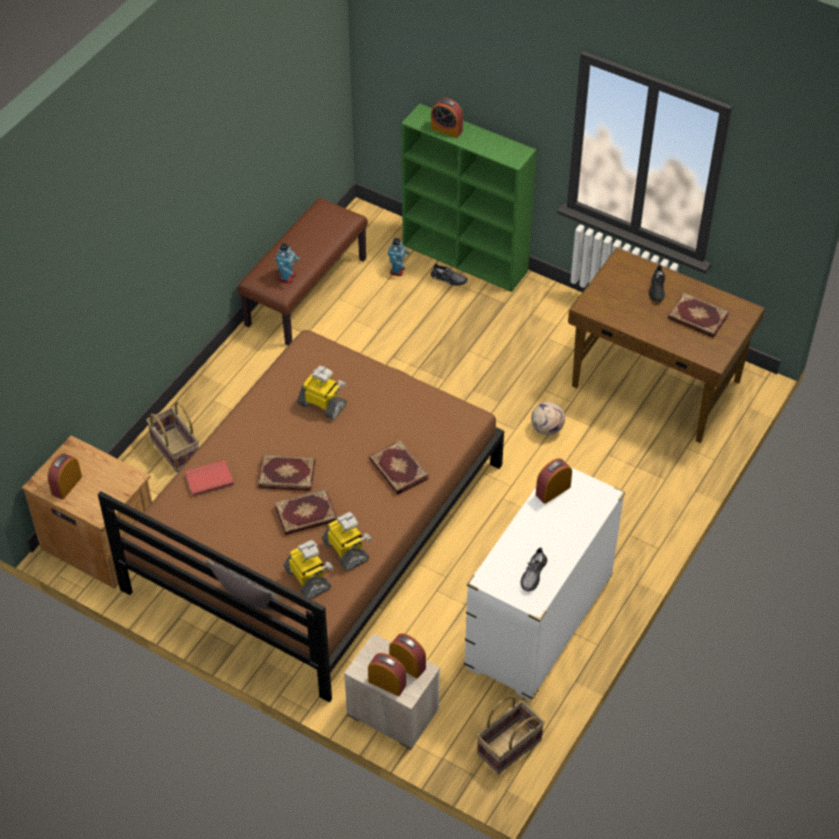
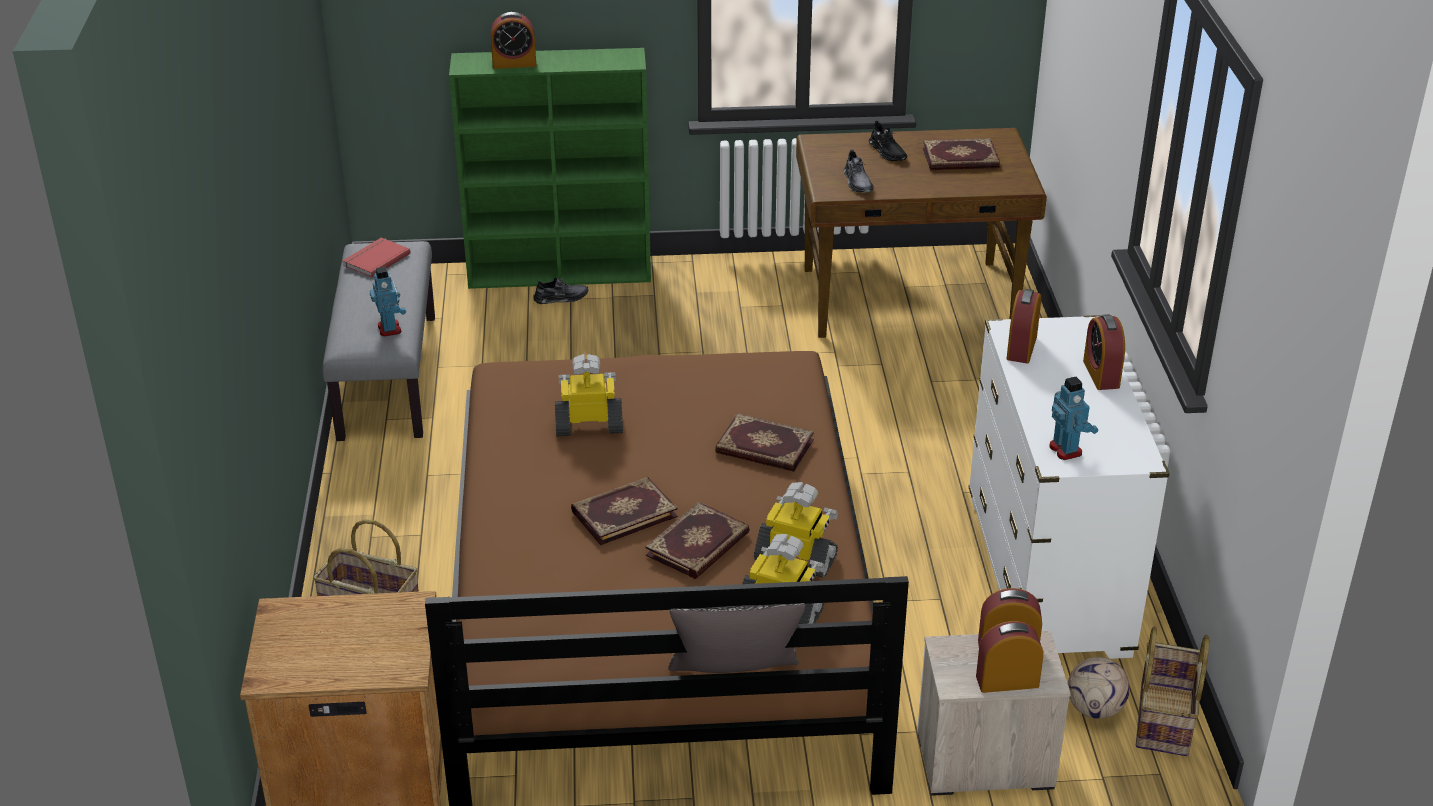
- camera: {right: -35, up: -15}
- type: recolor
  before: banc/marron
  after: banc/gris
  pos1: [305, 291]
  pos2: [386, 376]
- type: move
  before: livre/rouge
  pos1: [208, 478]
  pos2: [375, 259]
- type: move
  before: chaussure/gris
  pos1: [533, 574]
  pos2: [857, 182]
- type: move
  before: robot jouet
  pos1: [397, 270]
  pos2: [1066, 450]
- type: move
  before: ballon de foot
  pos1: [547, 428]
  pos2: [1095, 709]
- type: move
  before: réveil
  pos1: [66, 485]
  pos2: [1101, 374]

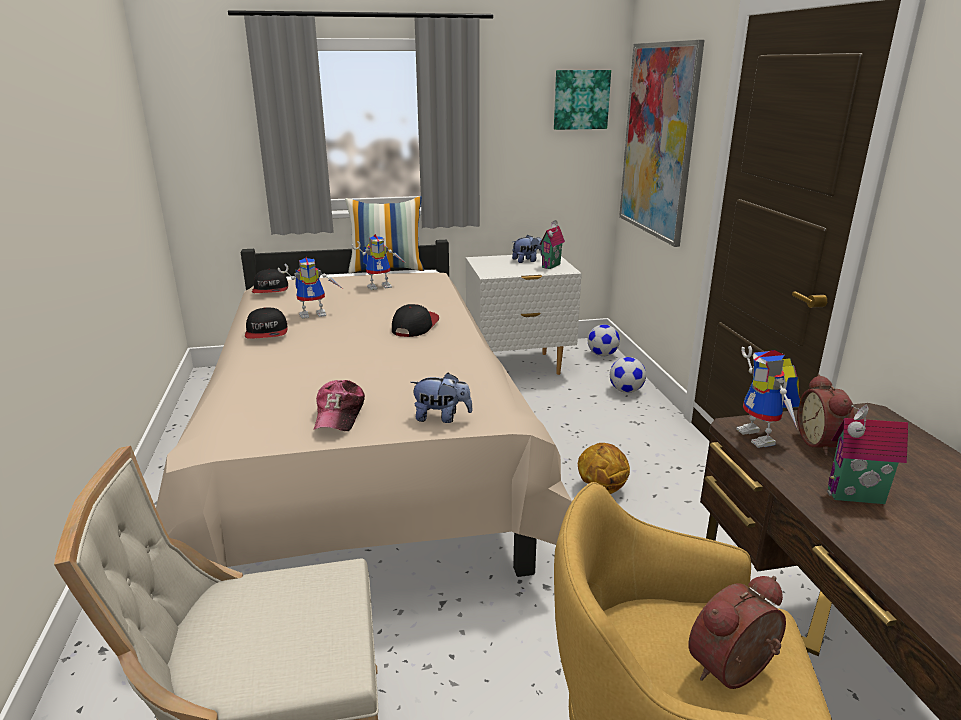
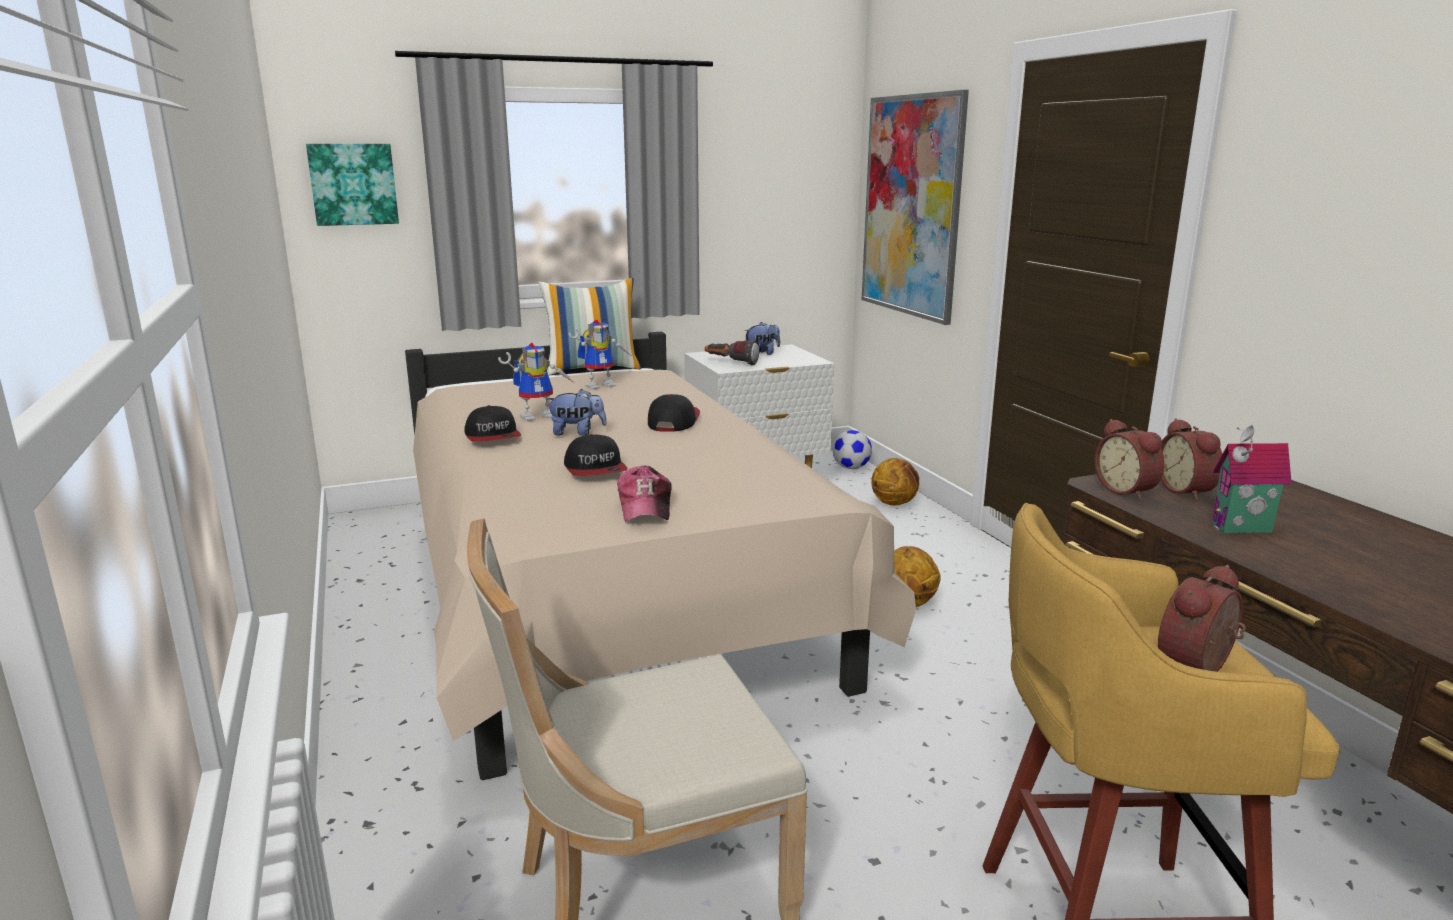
- camera: {right: -10, up: -5}
- type: move
  before: tableau
  pos1: [581, 99]
  pos2: [353, 184]
- type: move
  before: peluche
  pos1: [441, 417]
  pos2: [577, 433]
- type: move
  before: casquette
  pos1: [271, 290]
  pos2: [596, 469]
- type: insert
  after: lampe de poche
  pos2: [731, 363]
- type: replace
  before: ballon de foot
  after: ballon de basket
  pos1: [626, 391]
  pos2: [894, 503]
- type: replace
  before: robot jouet
  after: réveil
  pos1: [763, 438]
  pos2: [1127, 490]
- type: delete
  before: maison miniature
  pos1: [552, 266]

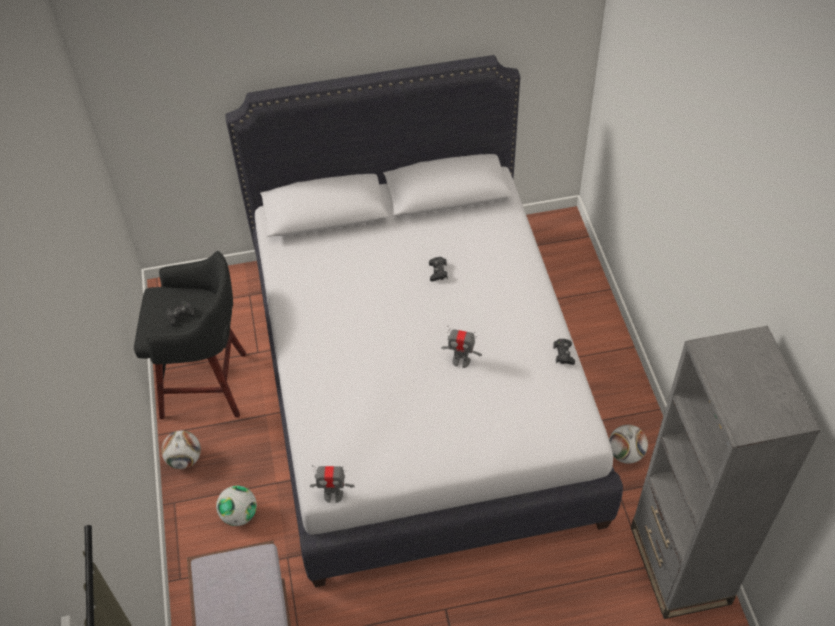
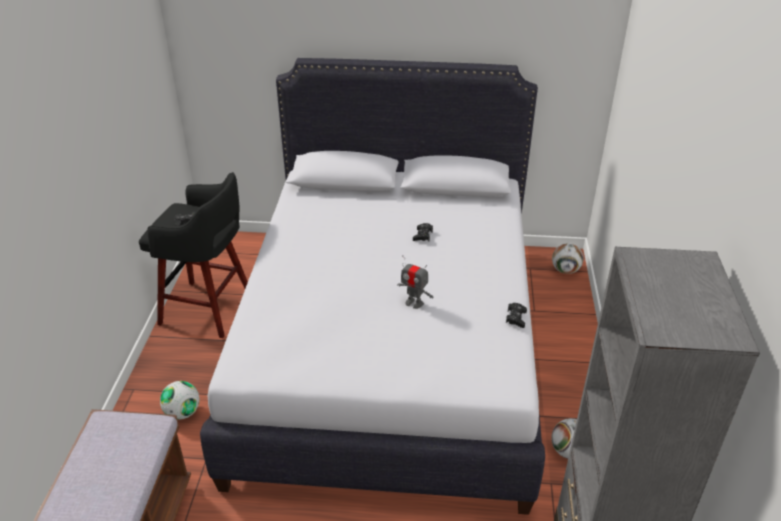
- camera: {right: 15, up: -15}
- type: move
  before: ballon de foot
  pos1: [185, 459]
  pos2: [565, 270]
- type: delete
  before: robot jouet
  pos1: [333, 495]

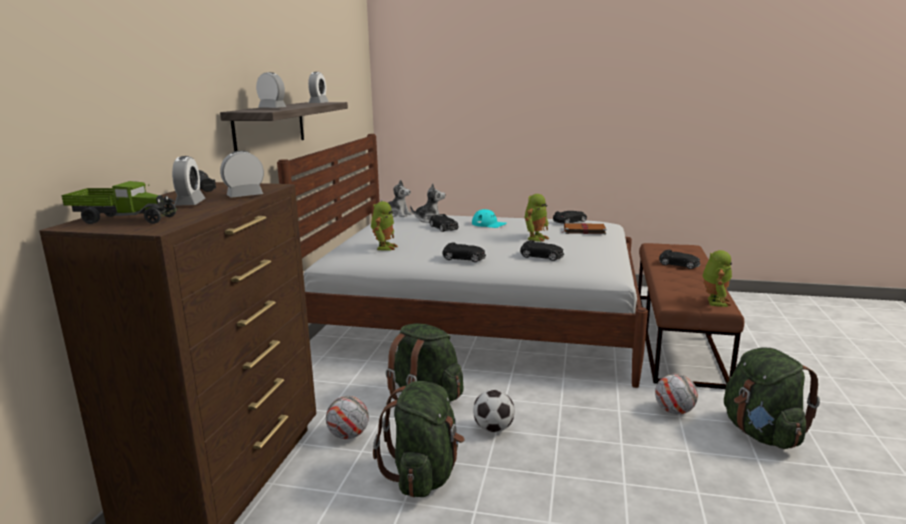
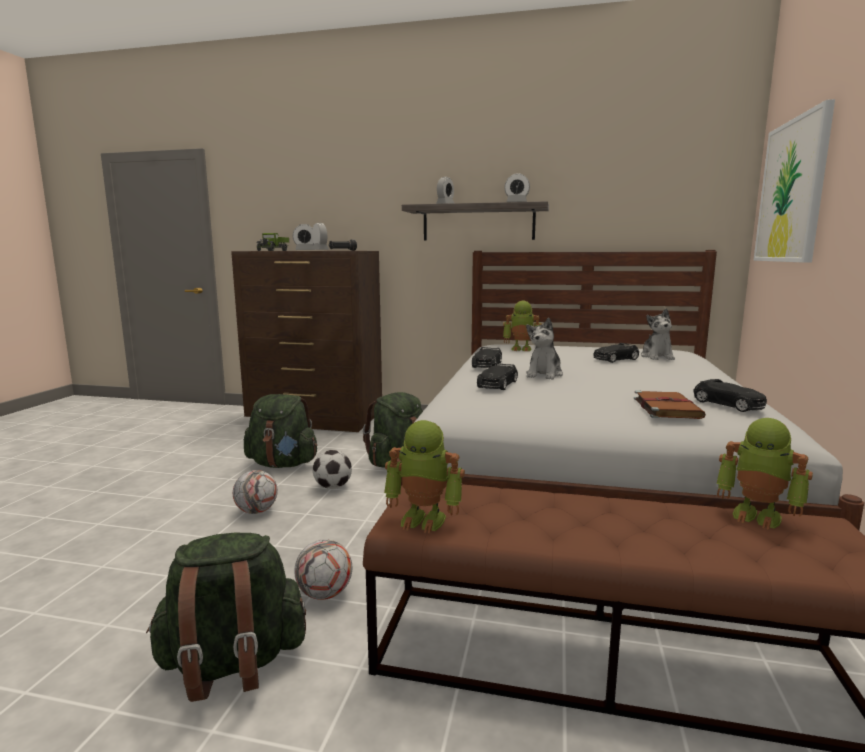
- camera: {right: 90, up: -5}
- type: move
  before: ballon de foot
  pos1: [348, 435]
  pos2: [257, 511]
- type: move
  before: peluche
  pos1: [398, 215]
  pos2: [544, 374]
- type: move
  before: robot jouet
  pos1: [535, 238]
  pos2: [758, 515]
- type: insert
  after: tableau
  pos2: [792, 191]
- type: delete
  before: casquette/turquoise
  pos1: [489, 224]
- type: delete
  before: petite voiture/noir
  pos1: [679, 264]

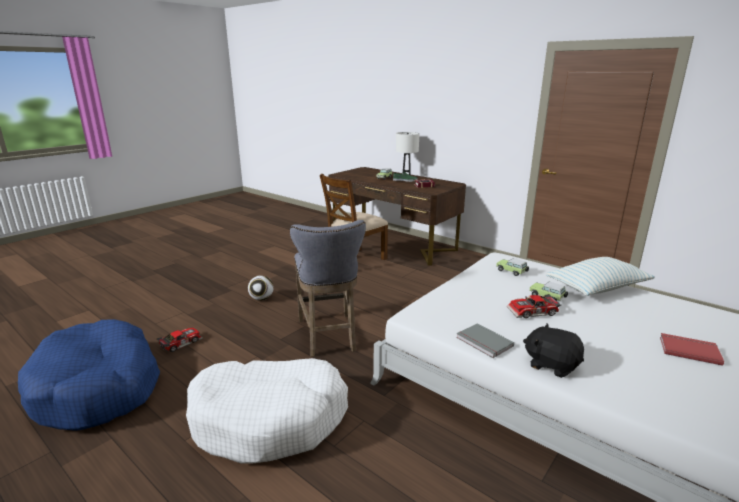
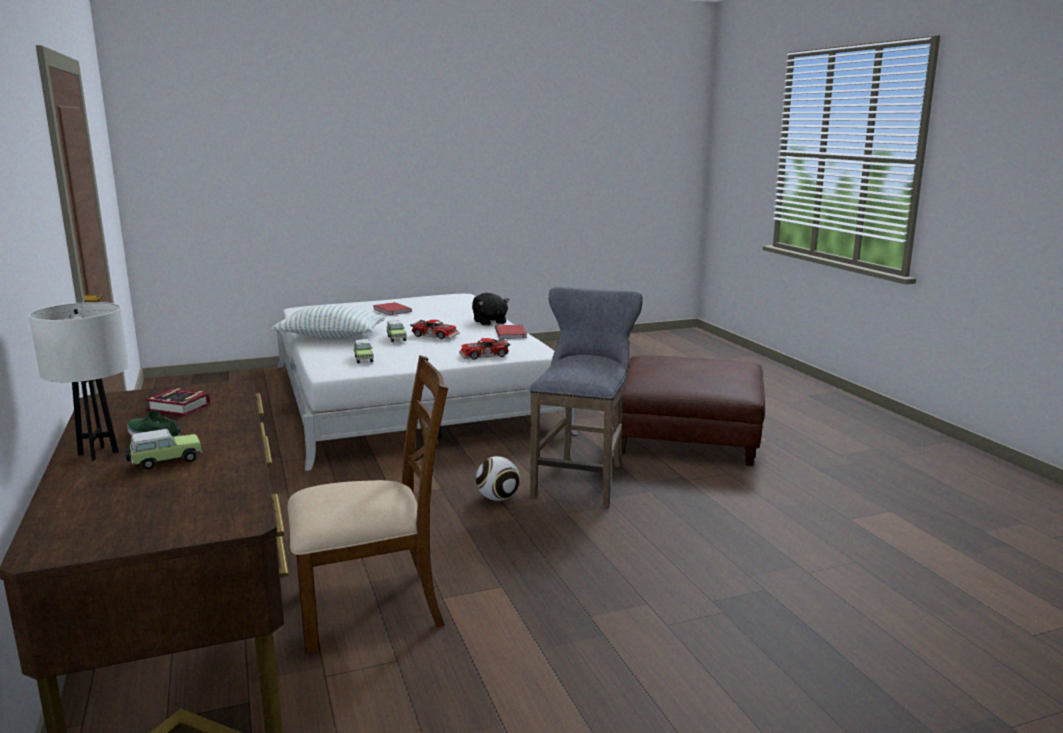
- camera: {right: -150, up: -5}
- type: move
  before: petite voiture
  pos1: [180, 342]
  pos2: [484, 355]
- type: move
  before: ballon de foot
  pos1: [261, 299]
  pos2: [497, 498]
- type: recolor
  before: livre/gris
  after: livre/rouge
  pos1: [483, 342]
  pos2: [512, 333]
- type: replace
  before: panier pour chien/blanc
  after: pouf/marron
  pos1: [270, 419]
  pos2: [688, 435]
- type: delete
  before: panier pour chien/bleu
  pos1: [98, 387]

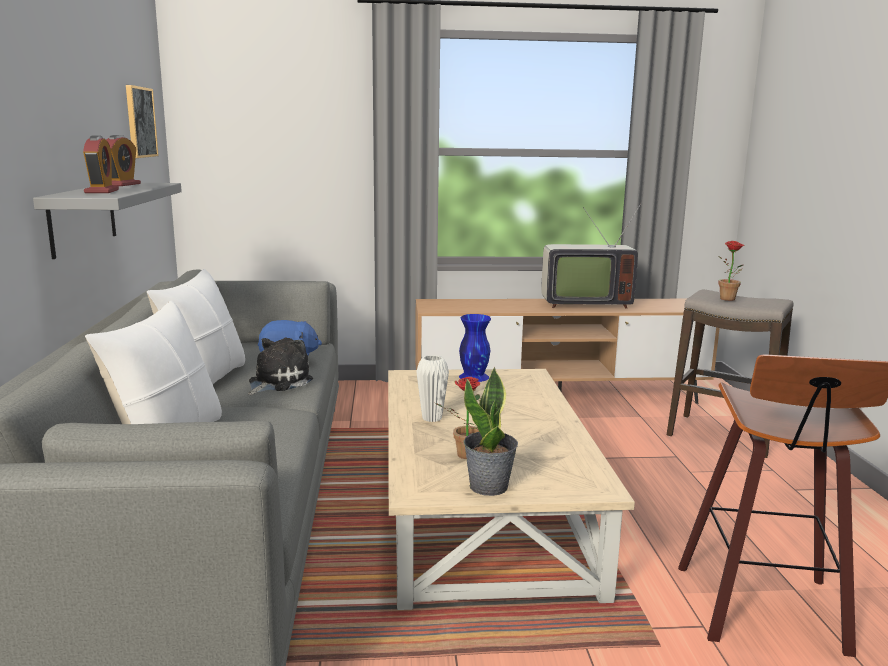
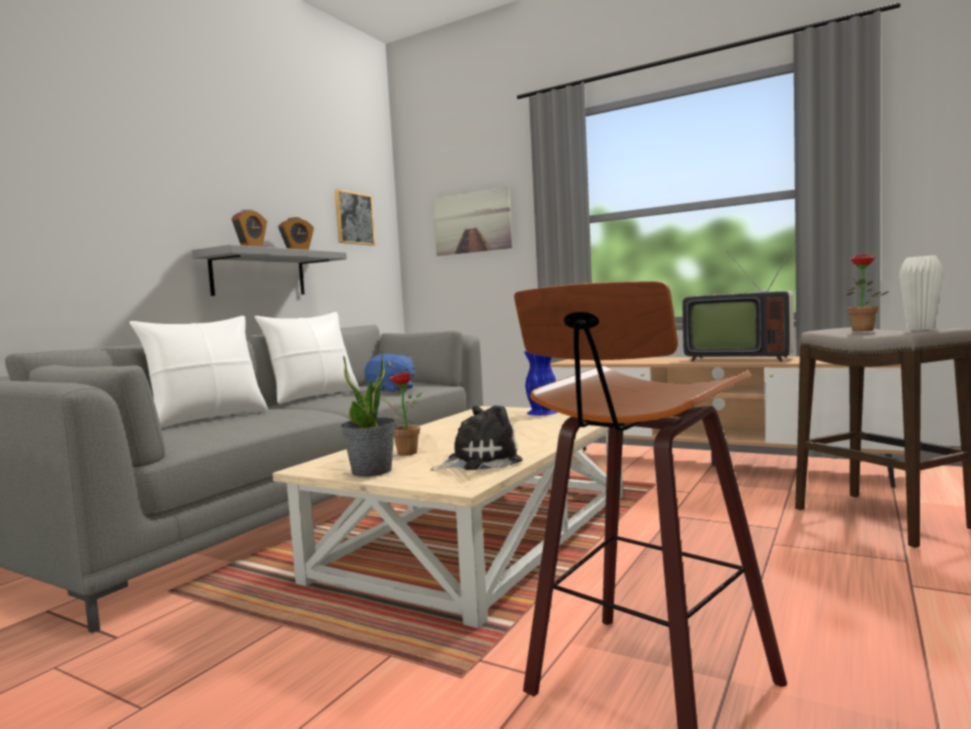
- camera: {right: 35, up: -10}
- type: move
  before: peluche
  pos1: [277, 382]
  pos2: [479, 461]
- type: insert
  after: tableau
  pos2: [472, 222]
- type: move
  before: vase/blanc
  pos1: [432, 418]
  pos2: [920, 329]

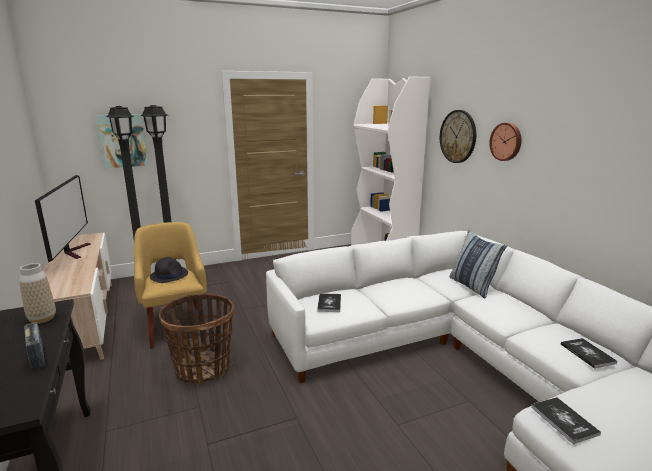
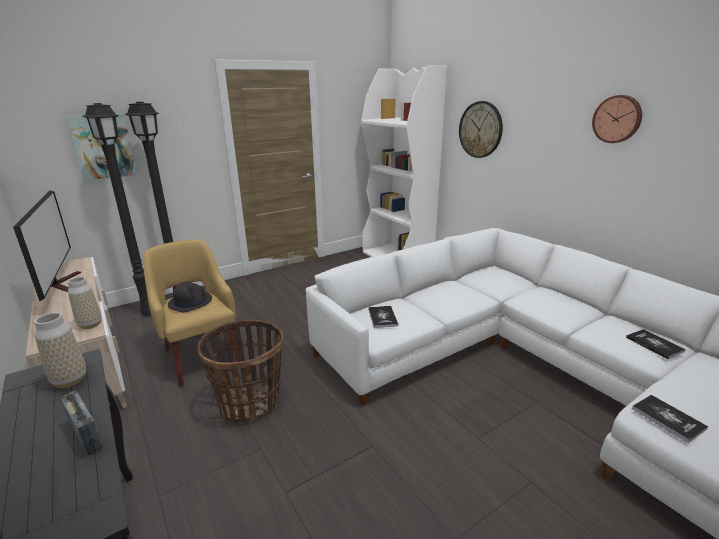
- camera: {right: -10, up: 5}
- type: insert
  after: vase
  pos2: [90, 325]
- type: move
  before: horloge murale
  pos1: [506, 141]
  pos2: [617, 119]
- type: delete
  before: coussin
  pos1: [472, 286]

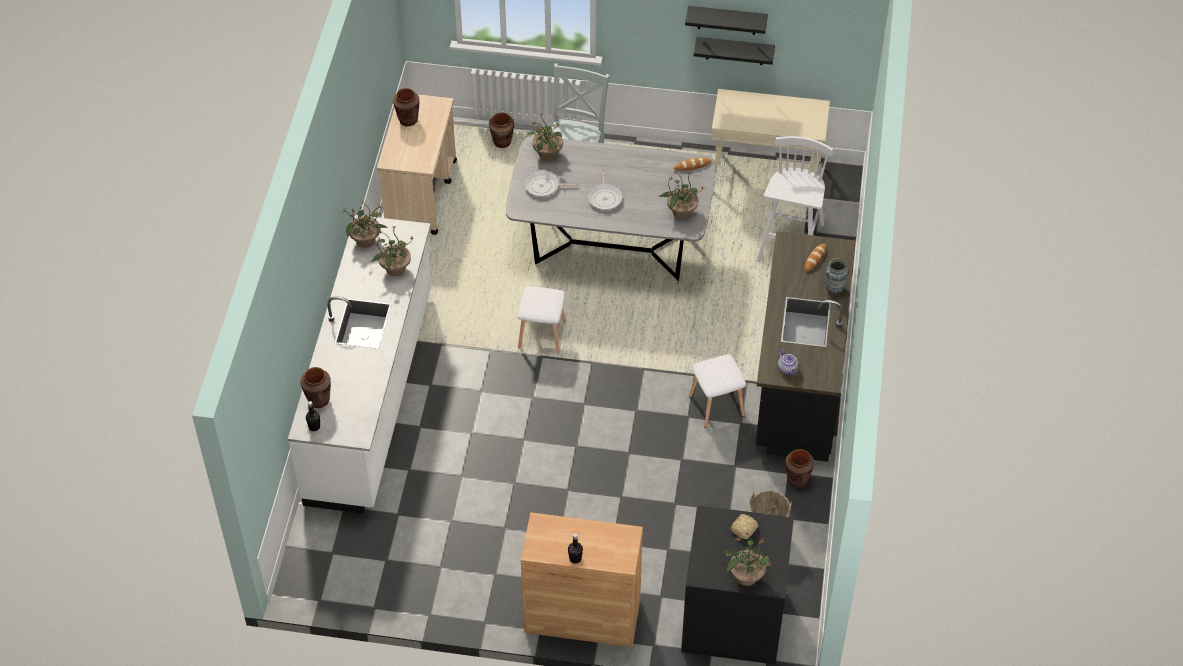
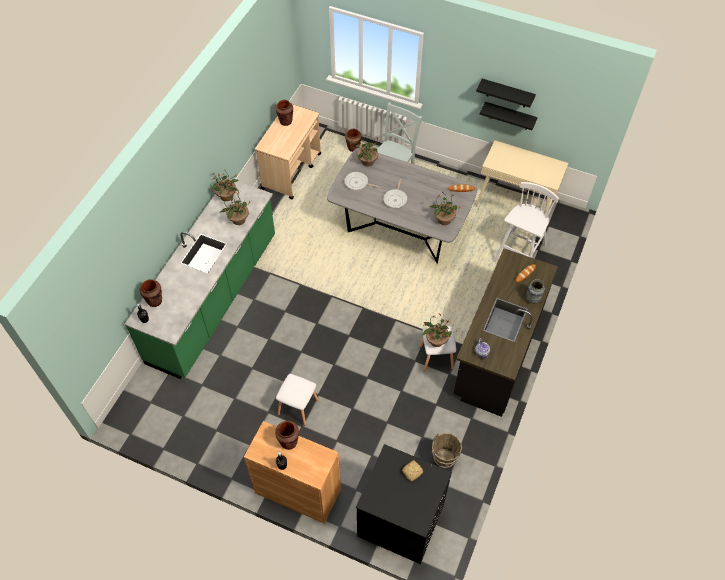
- camera: {right: 15, up: 5}
- type: recolor
  before: comptoir de cuisine/blanc
  after: comptoir de cuisine/vert
  pos1: [371, 396]
  pos2: [214, 299]
- type: move
  before: vase/marron
  pos1: [797, 479]
  pos2: [288, 442]
- type: move
  before: tabouret/blanc
  pos1: [543, 335]
  pos2: [299, 407]
- type: move
  before: plante en pot
  pos1: [745, 576]
  pos2: [436, 340]

